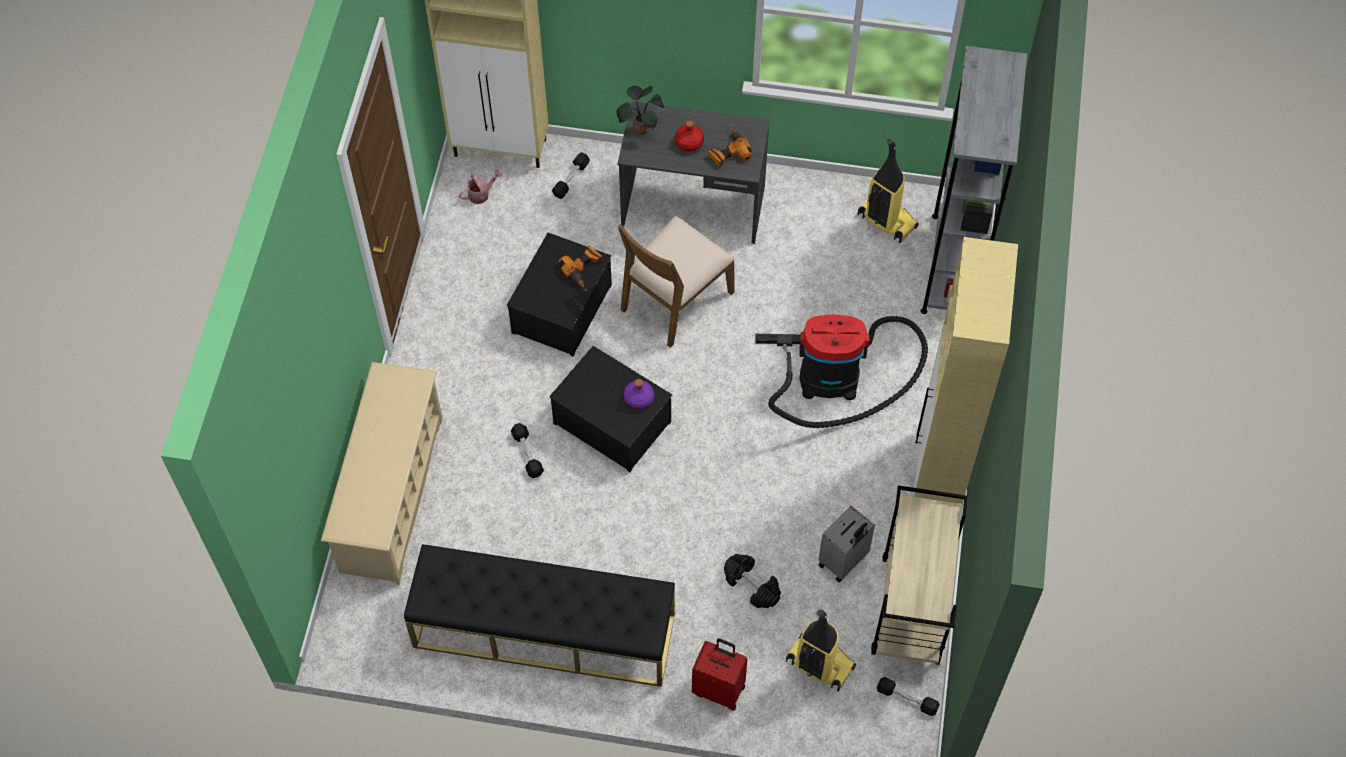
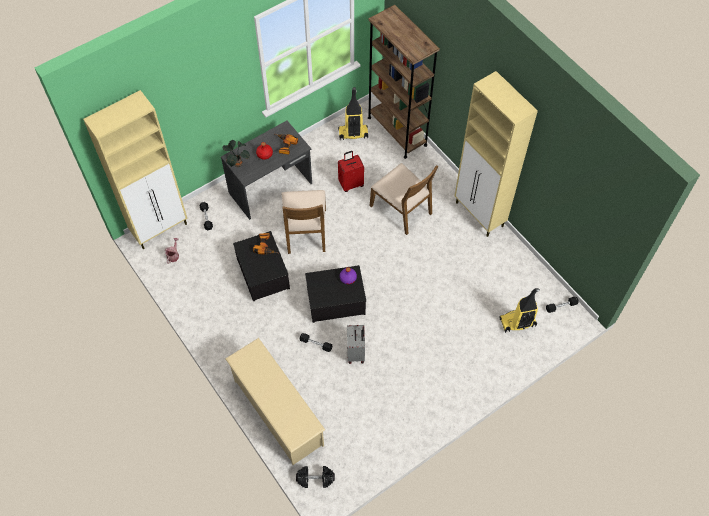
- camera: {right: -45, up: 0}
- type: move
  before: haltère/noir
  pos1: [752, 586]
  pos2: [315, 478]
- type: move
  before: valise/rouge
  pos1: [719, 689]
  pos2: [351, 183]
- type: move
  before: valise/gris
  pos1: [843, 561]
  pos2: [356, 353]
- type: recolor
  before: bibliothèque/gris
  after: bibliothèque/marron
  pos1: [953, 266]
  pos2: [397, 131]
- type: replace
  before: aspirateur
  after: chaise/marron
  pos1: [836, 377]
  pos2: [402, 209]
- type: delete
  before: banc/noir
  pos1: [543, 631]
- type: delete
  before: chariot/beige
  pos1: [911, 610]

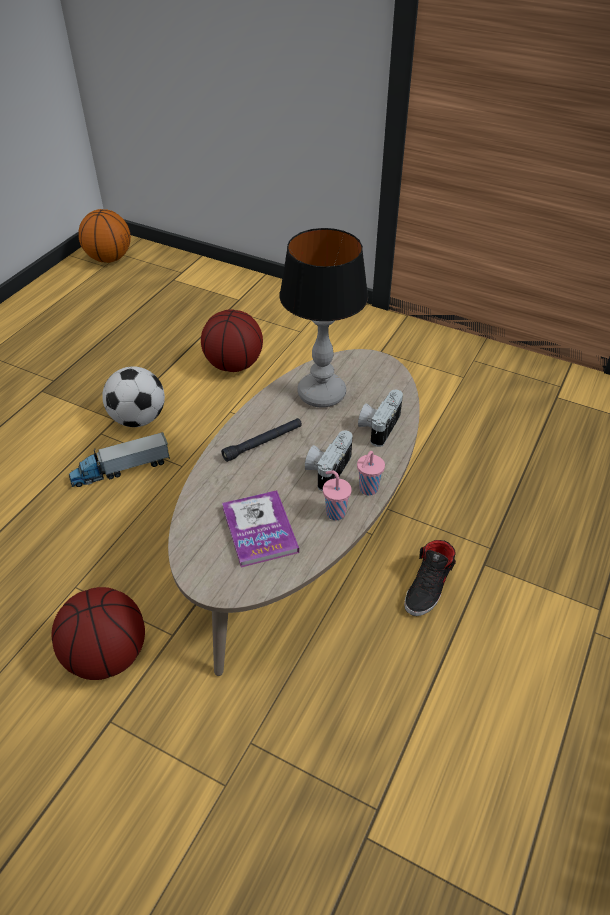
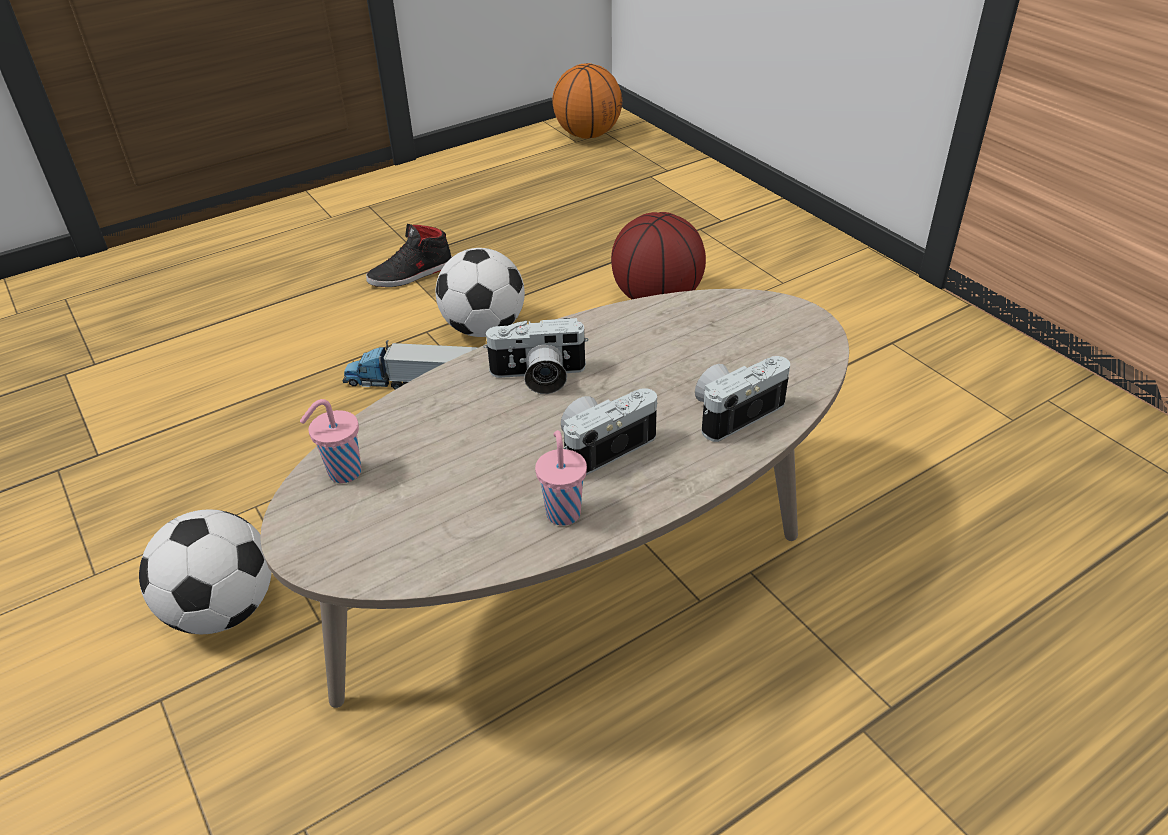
- camera: {right: 30, up: -5}
- type: replace
  before: ballon de basket
  after: ballon de foot
  pos1: [106, 655]
  pos2: [223, 609]
- type: move
  before: tasse/rose
  pos1: [367, 489]
  pos2: [342, 473]
- type: move
  before: chaussure/noir
  pos1: [428, 587]
  pos2: [411, 274]
- type: replace
  before: lampe de poche/noir
  after: appareil photo
  pos1: [263, 443]
  pos2: [538, 377]
- type: delete
  before: livre
  pos1: [259, 529]
- type: delete
  before: lampe de table
  pos1: [320, 394]

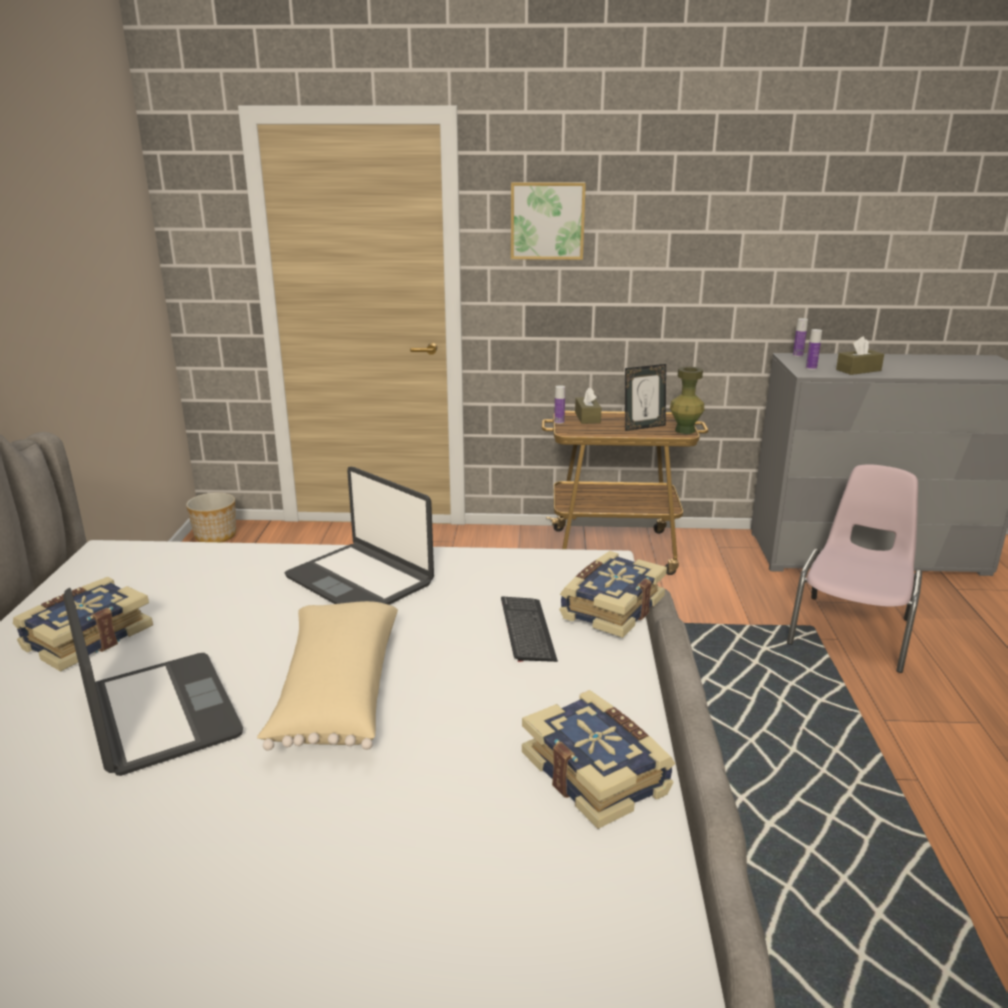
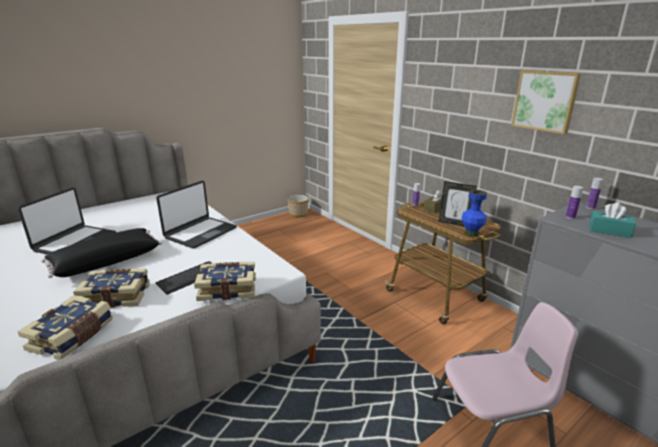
- camera: {right: 50, up: 0}
- type: recolor
  before: coussin/beige
  after: coussin/noir
  pos1: [335, 693]
  pos2: [106, 262]
- type: move
  before: livre
  pos1: [86, 637]
  pos2: [117, 296]
- type: rotate
  before: ordinateur portable
  pos1: [360, 580]
  pos2: [200, 233]
  turn: -150
- type: recolor
  before: vase/vert
  after: vase/bleu
  pos1: [685, 430]
  pos2: [471, 233]
- type: move
  before: tableau
  pos1: [547, 220]
  pos2: [545, 101]
- type: recolor
  before: boîte à mouchoirs/marron
  after: boîte à mouchoirs/turquoise
  pos1: [858, 370]
  pos2: [609, 231]

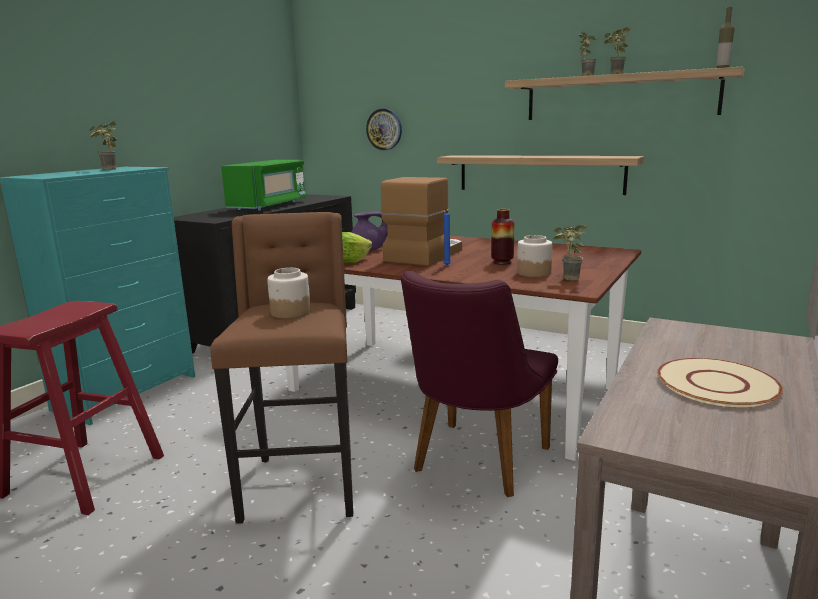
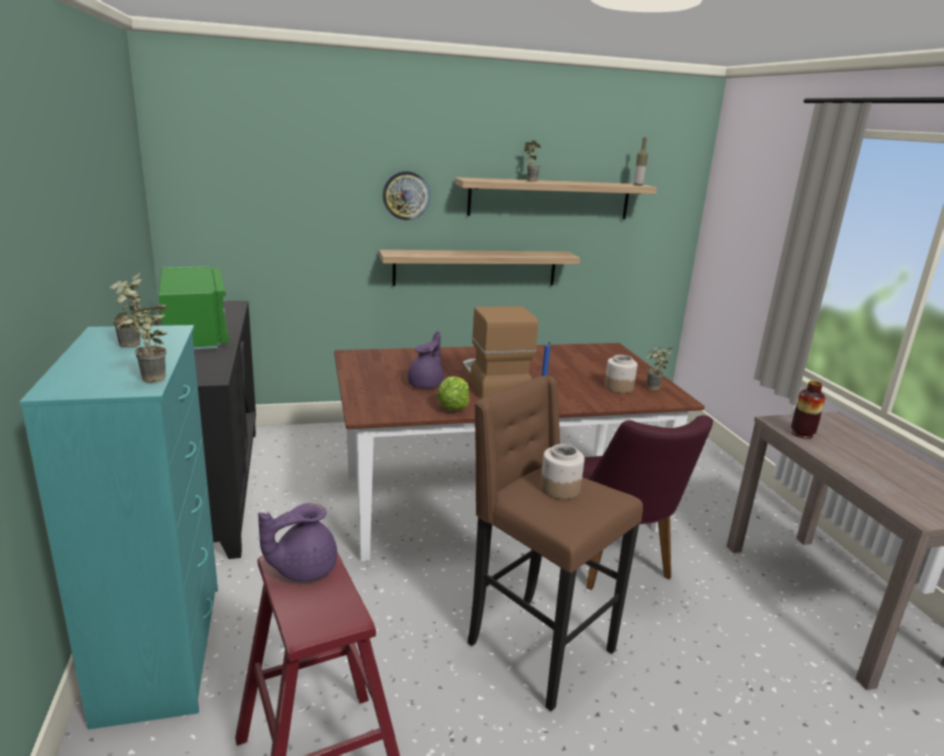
- camera: {right: -45, up: 5}
- type: move
  before: plante en pot
  pos1: [614, 74]
  pos2: [148, 381]
- type: insert
  after: théière/violet
  pos2: [302, 569]
- type: move
  before: horloge murale
  pos1: [384, 129]
  pos2: [406, 195]
- type: move
  before: vase
  pos1: [502, 262]
  pos2: [802, 434]
- type: delete
  before: assiette/beige
  pos1: [717, 384]

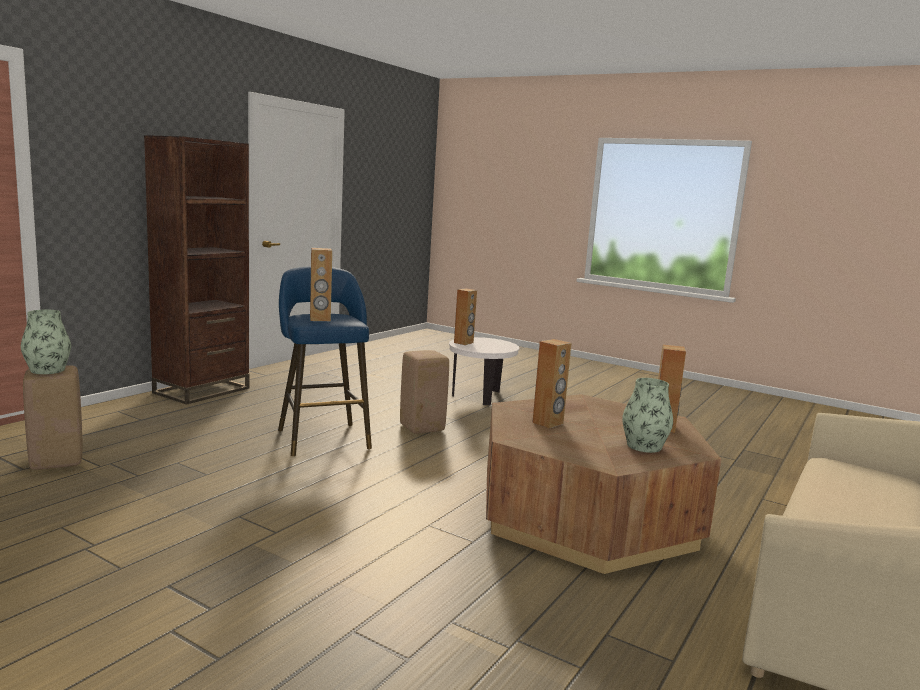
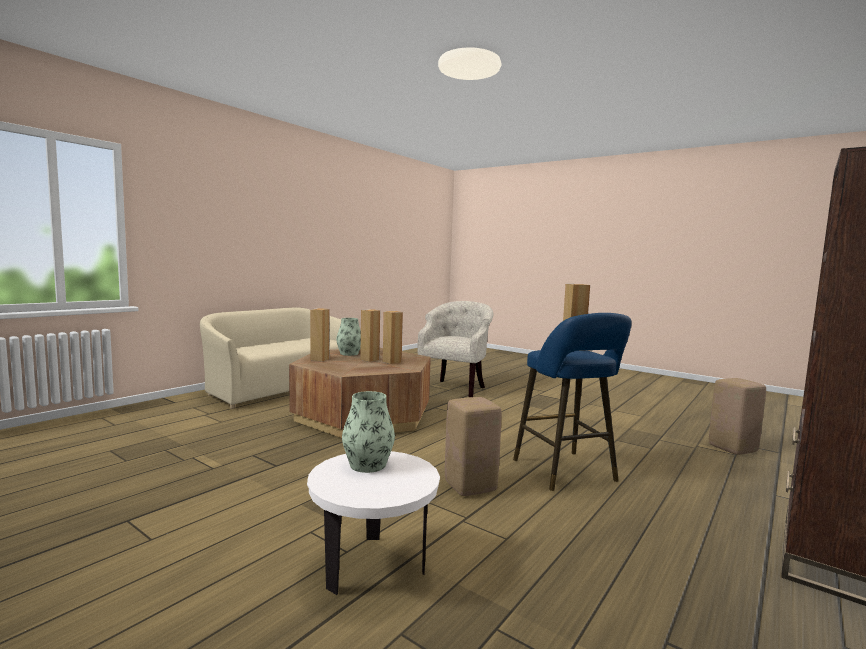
- camera: {right: -175, up: -5}
- type: move
  before: vase
  pos1: [47, 370]
  pos2: [368, 465]
- type: move
  before: enceinte/marron
  pos1: [463, 343]
  pos2: [369, 359]
- type: insert
  after: fauteuil/beige
  pos2: [456, 388]

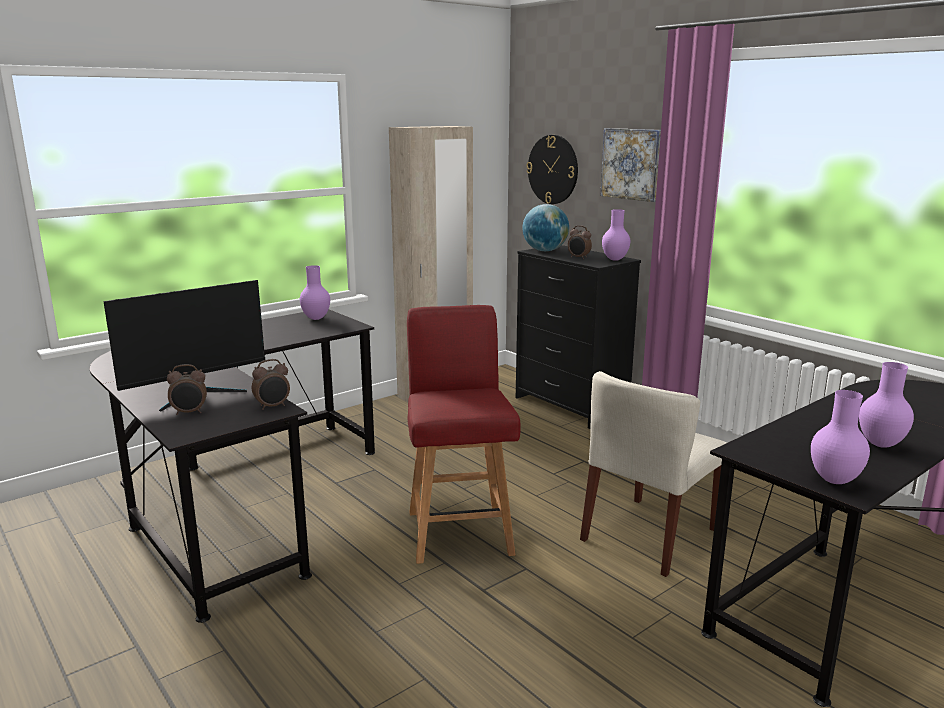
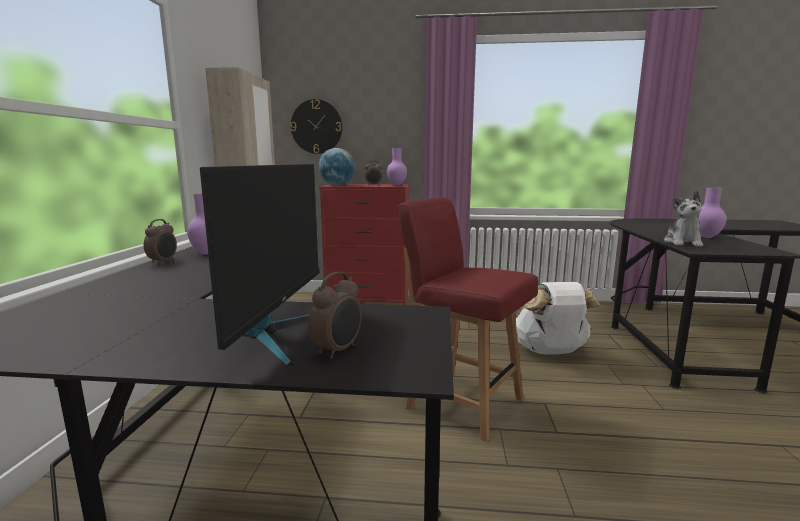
- camera: {right: -45, up: -5}
- type: move
  before: réveil
  pos1: [273, 406]
  pos2: [163, 262]
- type: recolor
  before: commode/noir
  after: commode/rouge
  pos1: [570, 405]
  pos2: [368, 302]
- type: replace
  before: chaise/beige
  after: sac à dos/blanc
  pos1: [649, 535]
  pos2: [550, 352]
- type: insert
  after: peluche
  pos2: [683, 242]
- type: delete
  before: tableau
  pos1: [631, 164]
- type: delete
  before: vase/violet
  pos1: [833, 480]

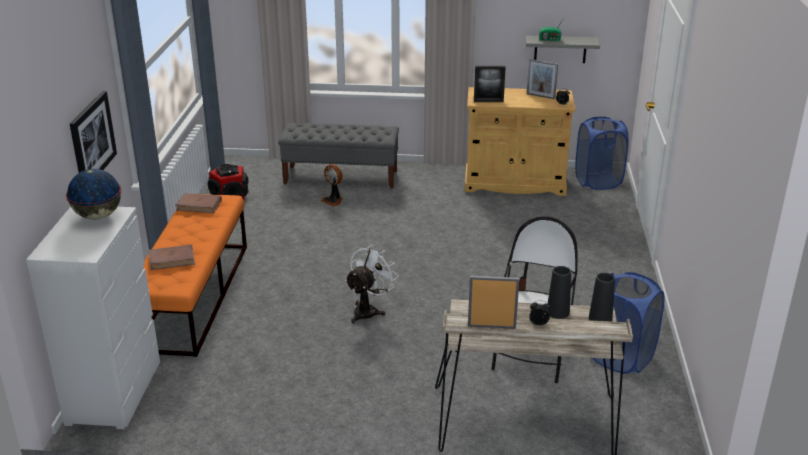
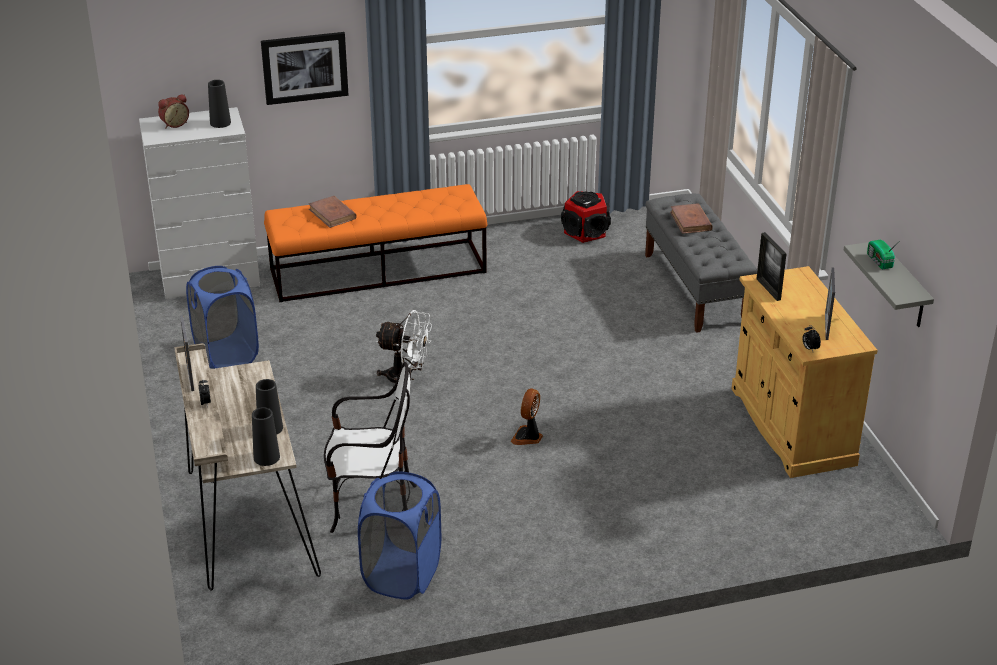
- camera: {right: 70, up: 5}
- type: insert
  after: réveil
  pos2: [174, 124]
- type: move
  before: panier à linge/bleu
  pos1: [598, 181]
  pos2: [226, 355]
- type: replace
  before: globe
  after: vase/noir
  pos1: [98, 216]
  pos2: [220, 123]
- type: move
  before: ventilateur
  pos1: [333, 200]
  pos2: [528, 437]
- type: move
  before: livre/marron
  pos1: [199, 205]
  pos2: [690, 221]

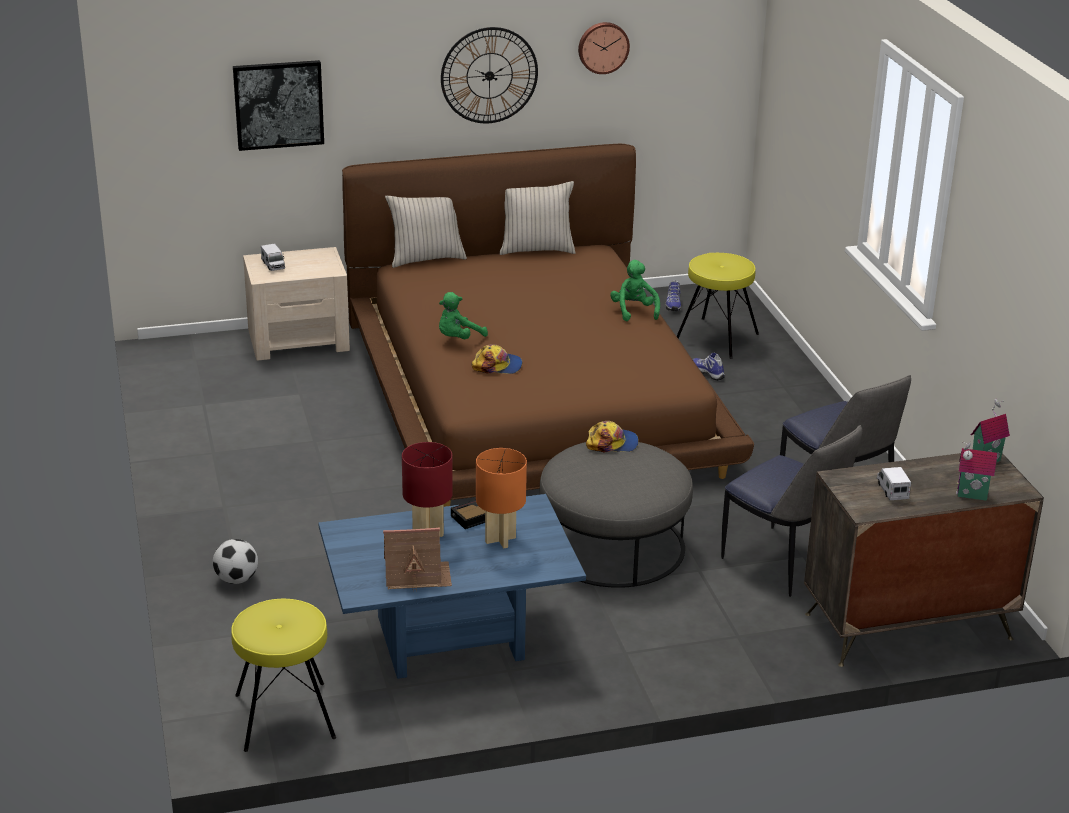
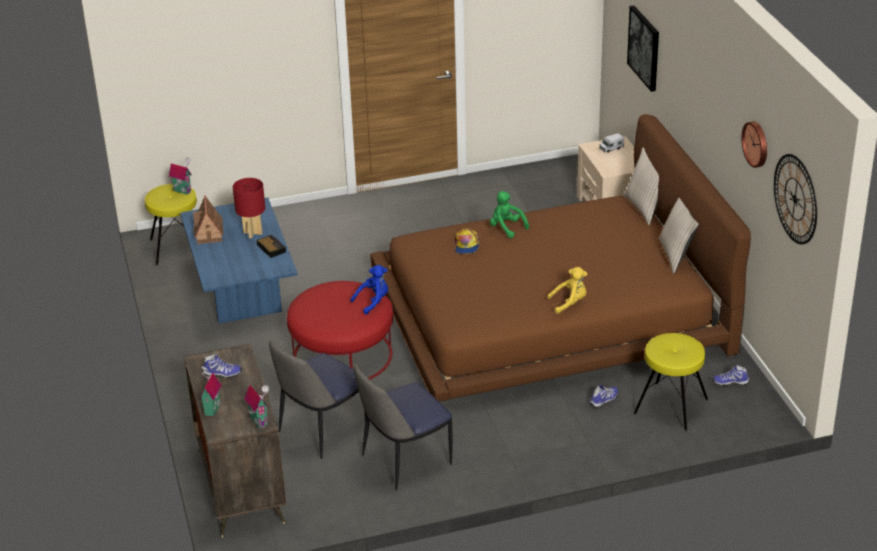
- camera: {right: 90, up: 5}
- type: insert
  after: maison miniature
  pos2: [183, 190]
- type: replace
  before: camion jouet
  after: chaussure
  pos1: [892, 490]
  pos2: [222, 374]
- type: recolor
  before: pouf/gris
  after: pouf/rouge
  pos1: [613, 545]
  pos2: [343, 355]
- type: replace
  before: casquette
  after: peluche/bleu
  pos1: [612, 443]
  pos2: [373, 302]
- type: recolor
  before: peluche/vert
  after: peluche/jaune
  pos1: [634, 311]
  pos2: [569, 303]
- type: move
  before: horloge murale
  pos1: [489, 75]
  pos2: [795, 199]
- type: delete
  before: ballon de foot
  pos1: [236, 579]
- type: delete
  before: lampe de table/orange
  pos1: [501, 540]

